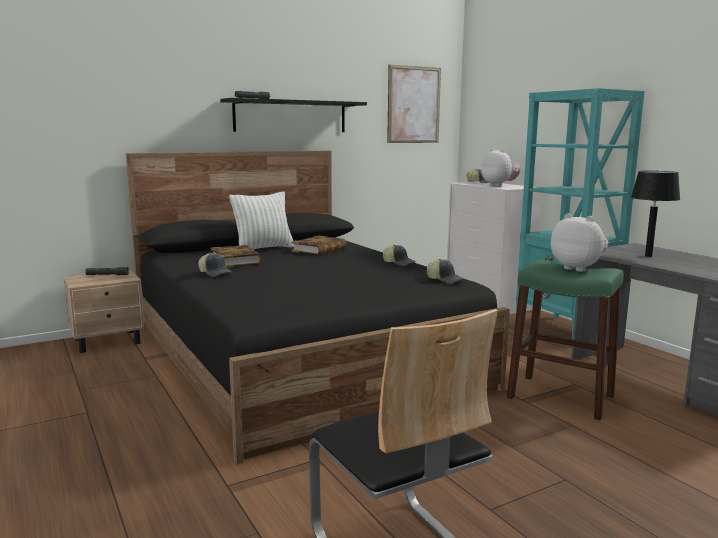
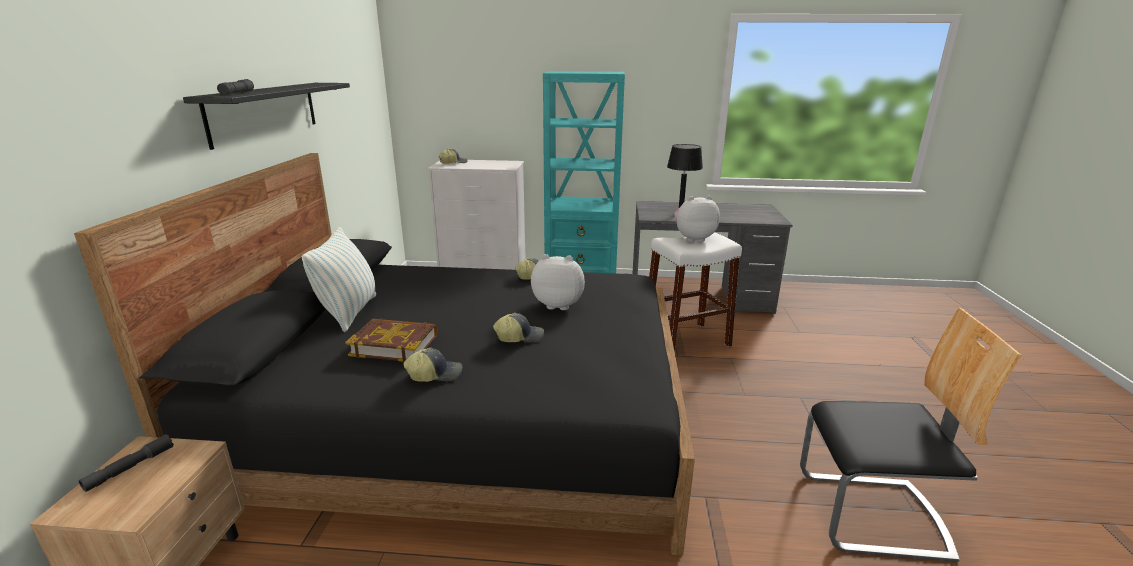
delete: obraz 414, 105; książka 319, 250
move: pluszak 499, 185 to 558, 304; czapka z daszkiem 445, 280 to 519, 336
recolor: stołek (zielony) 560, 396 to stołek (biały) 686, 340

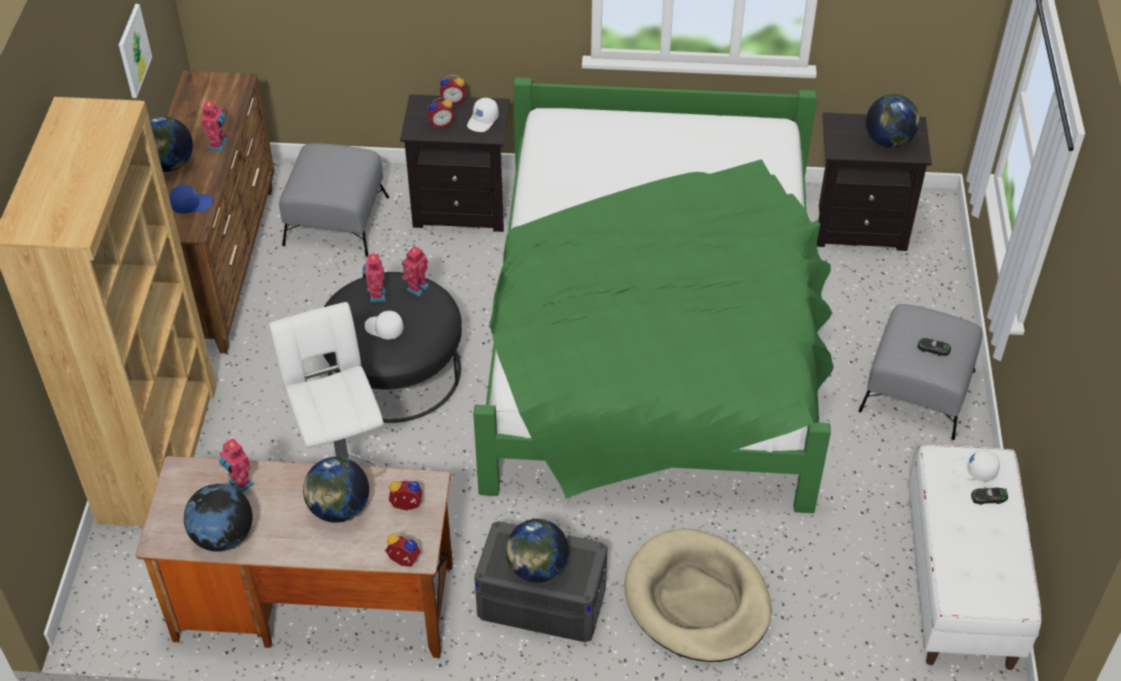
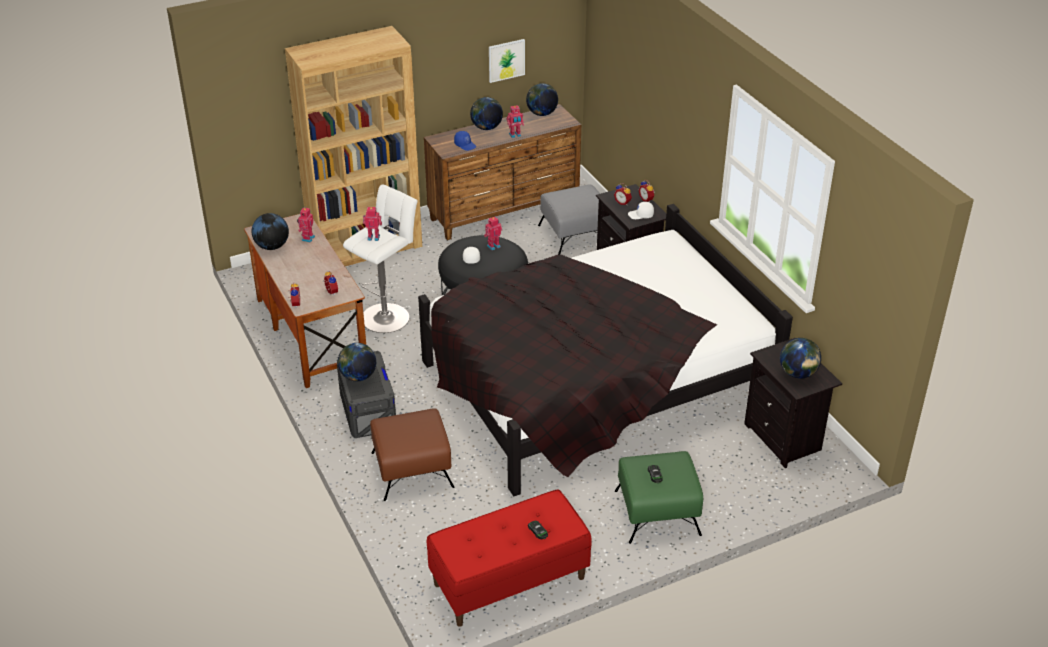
delete: czapka z daszkiem (biały) 974, 470
move: robot zabawkowy 416, 287 to 373, 237; globus 339, 509 to 542, 114
replace: legowisko (beżowy) 697, 600 to pufa (brązowy) 411, 469
recolor: łóżko (zielony) 654, 339 to łóżko (czarny) 596, 383; pufa (szary) 916, 391 to pufa (zielony) 656, 512; ławka (biały) 961, 583 to ławka (czerwony) 509, 581

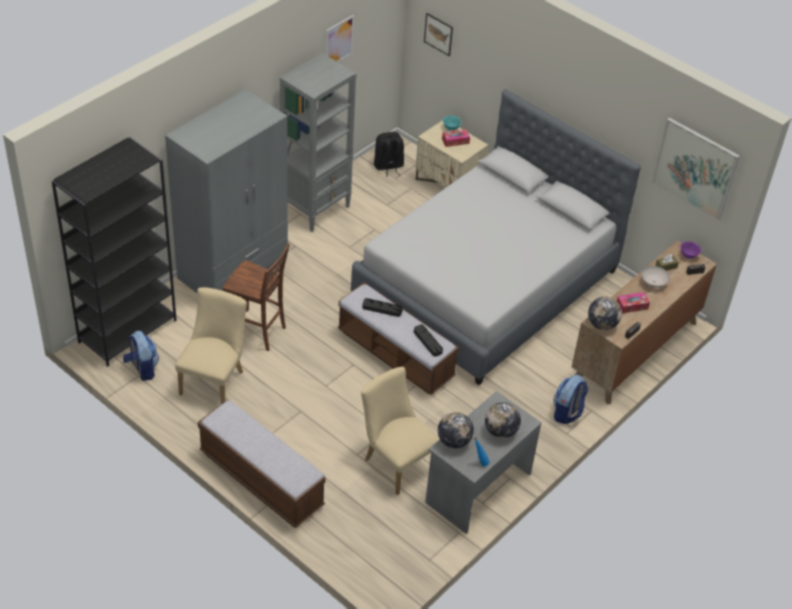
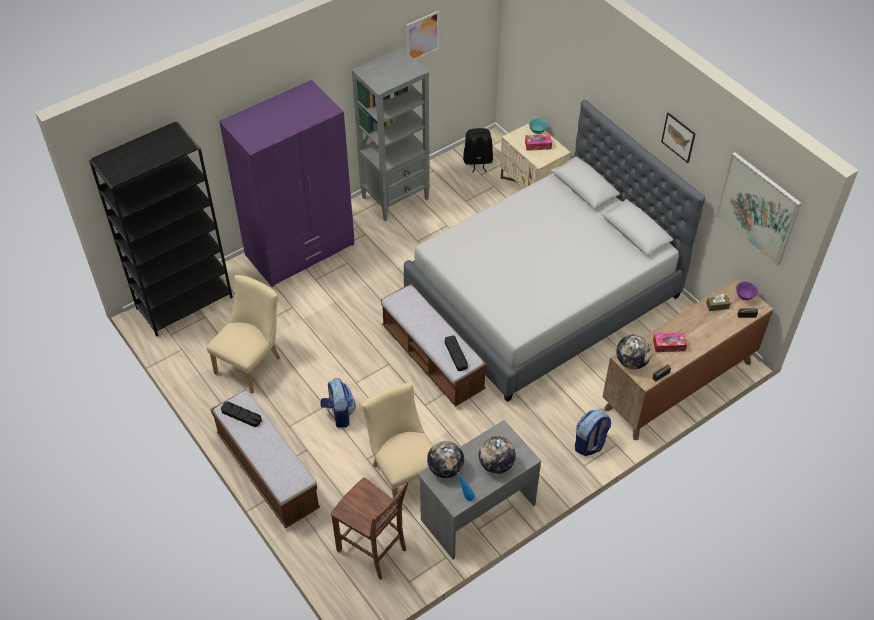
delete: miska (biały) 653, 283
move: obraz 438, 34 to 678, 137; krzesło (brązowy) 257, 331 to 373, 550; taca (czarny) 382, 309 to 241, 415; plecak 142, 369 to 339, 414
recolor: szafa (szary) 233, 268 to szafa (fioletowy) 300, 250

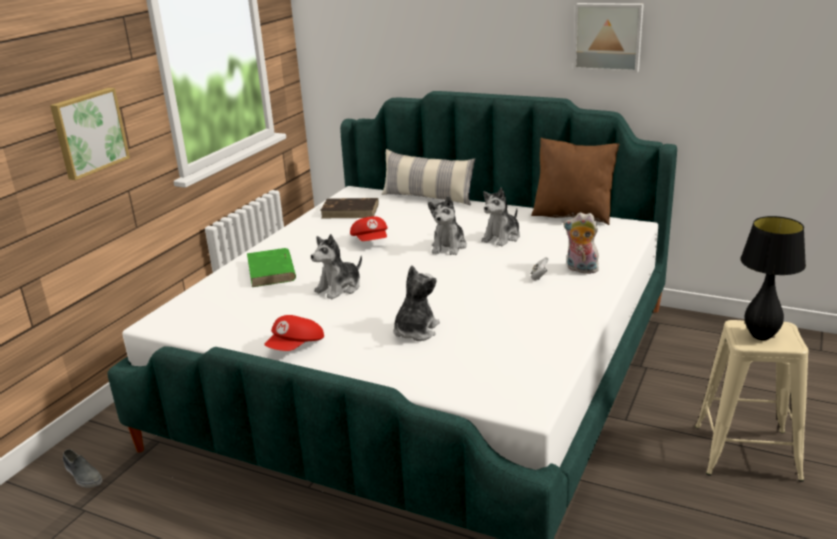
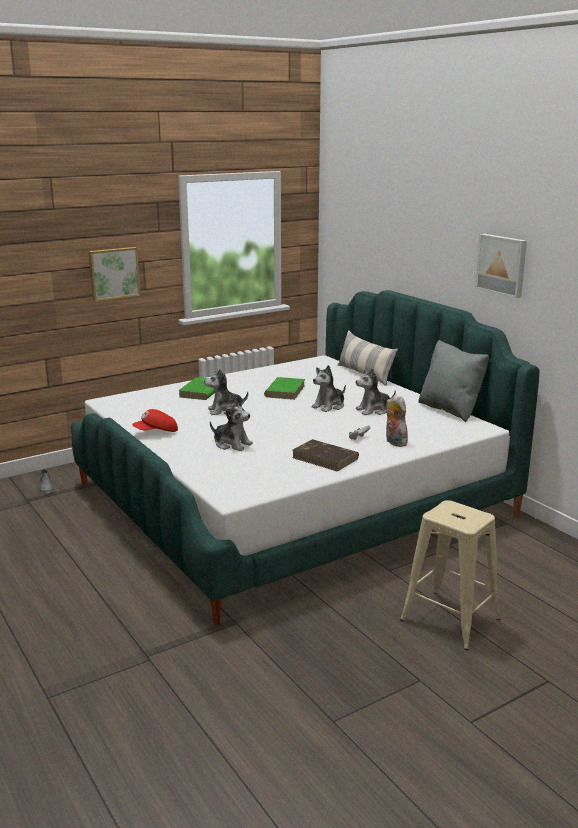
delete: lampa stołowa (czarny) 760, 336
move: książka (brązowy) 350, 211 to 325, 458
replace: czapka z daszkiem (czerwony) 371, 241 to książka (zielony) 285, 391
recolor: poduszka (brązowy) 573, 215 to poduszka (szary) 450, 410
rotate: pluszak 415, 331 = 232, 444 60 degrees clockwise

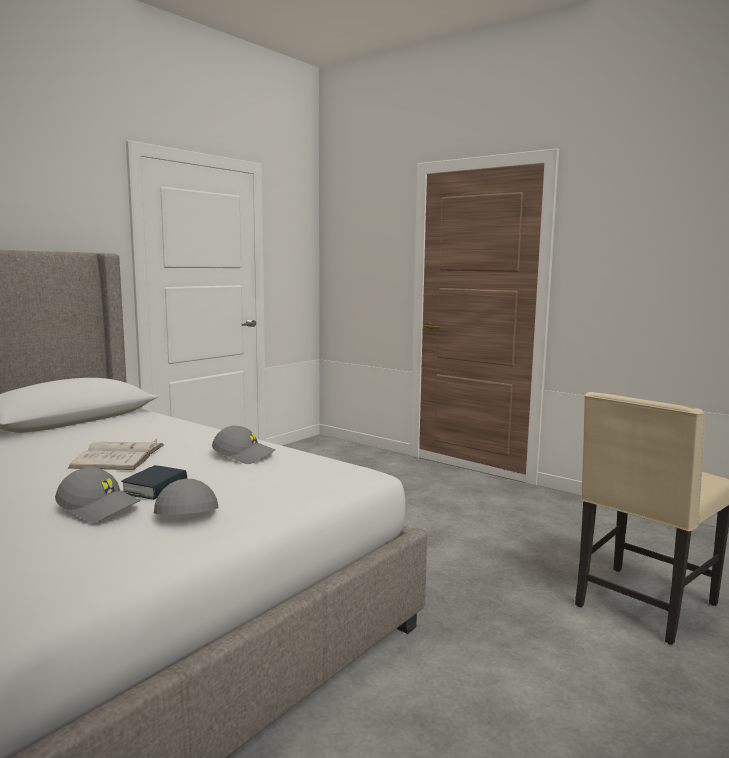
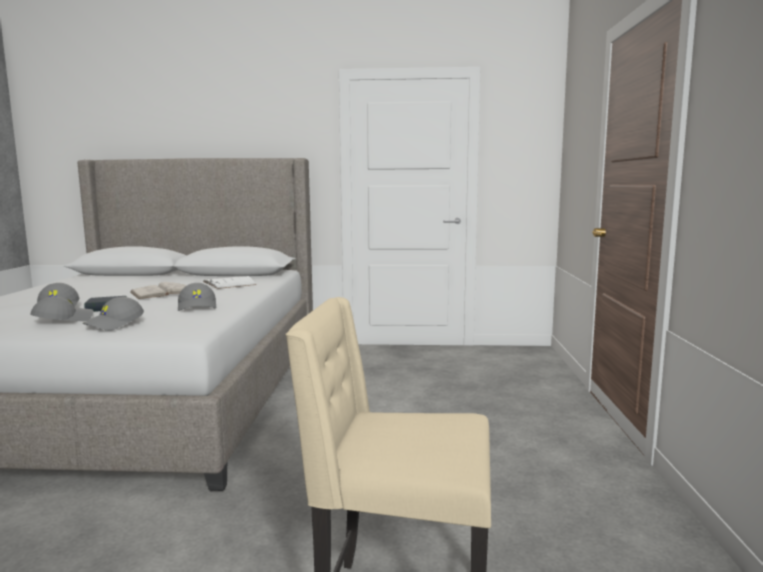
insert: książka (biały) 229, 283; czapka z daszkiem (szary) 114, 324

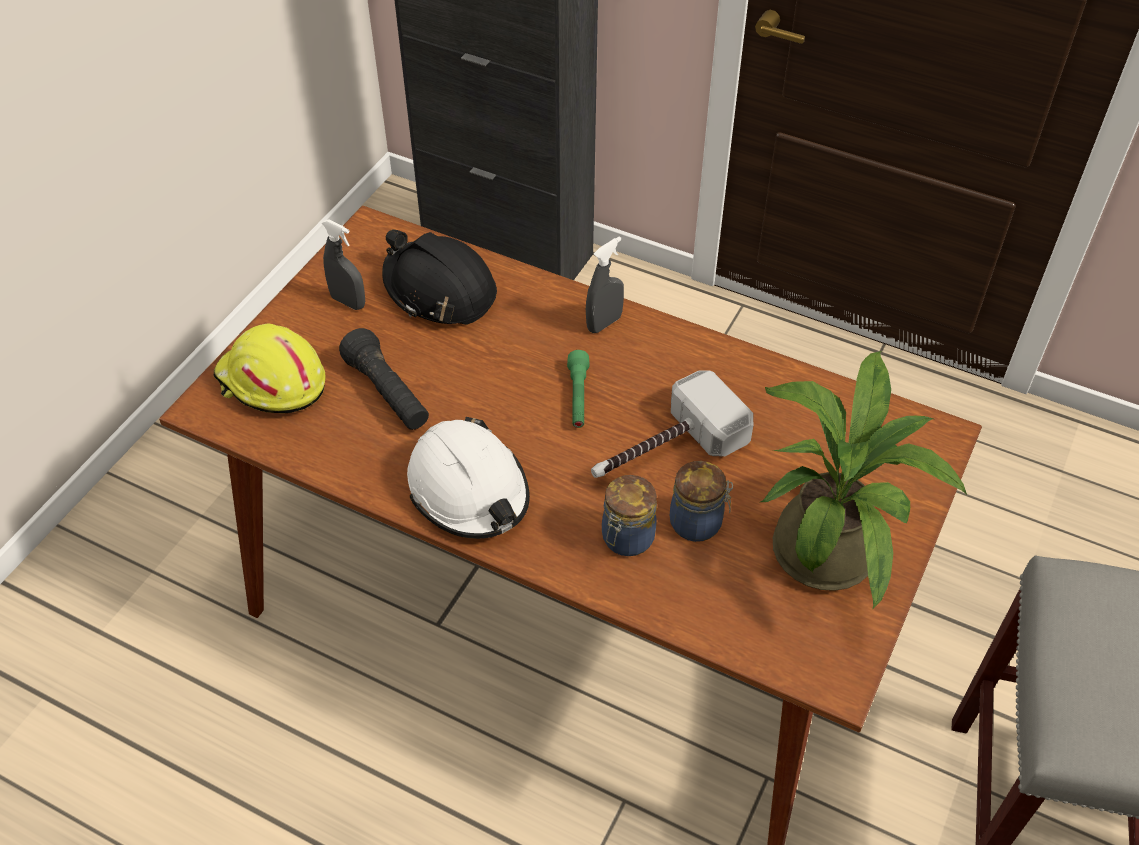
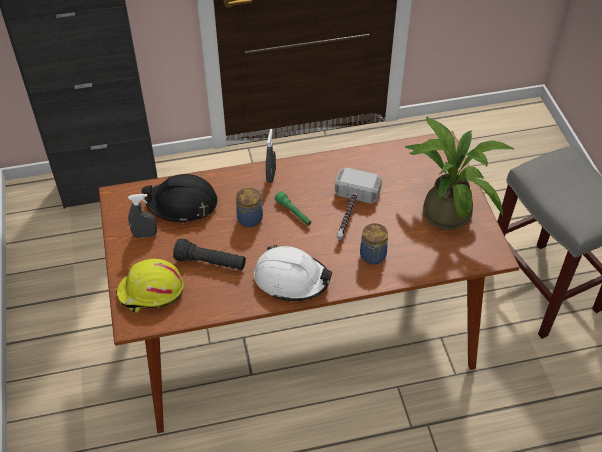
move: słoik 698, 523 to 251, 218

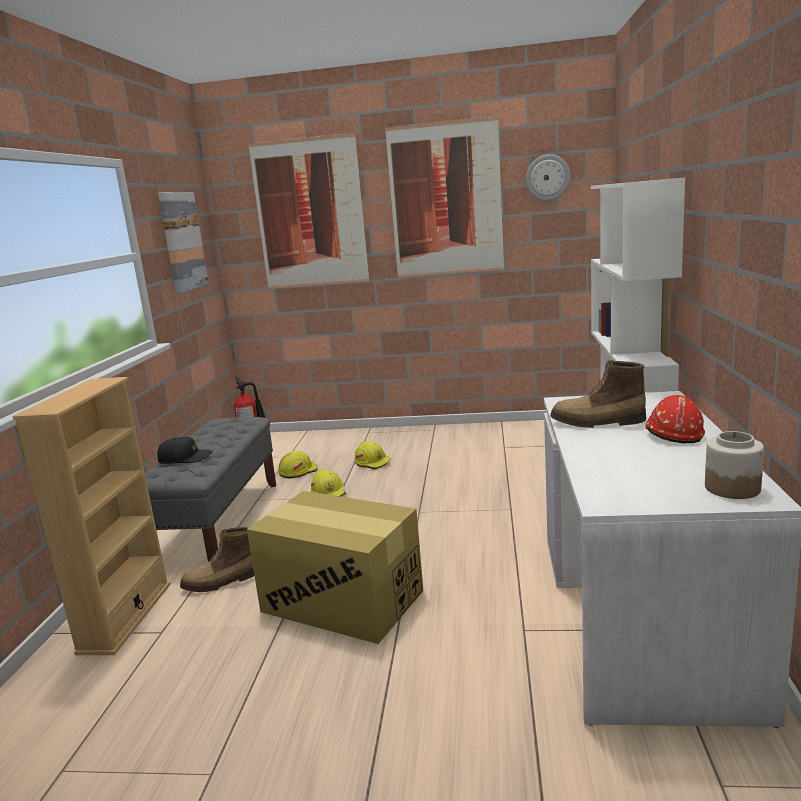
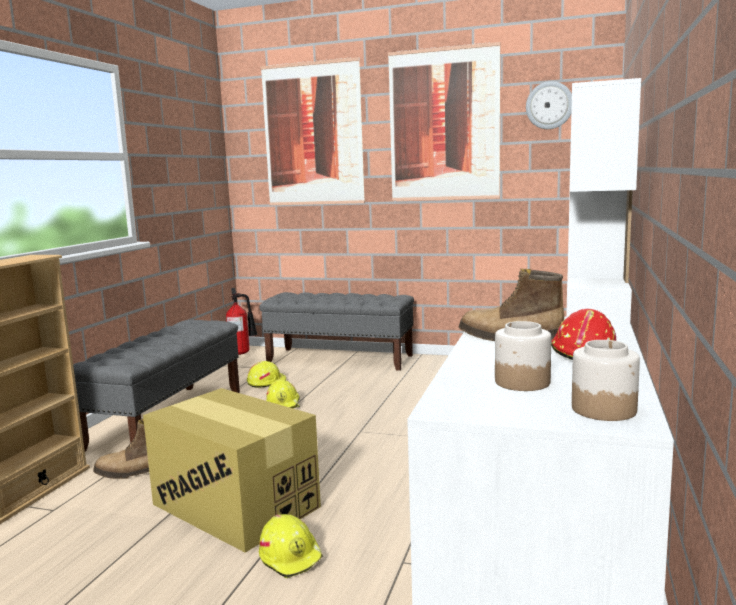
delete: obraz 182, 241; czapka z daszkiem (czarny) 185, 458
insert: ławka (szary) 340, 359; słoik 521, 382
move: kask (żółty) 373, 462 to 291, 556

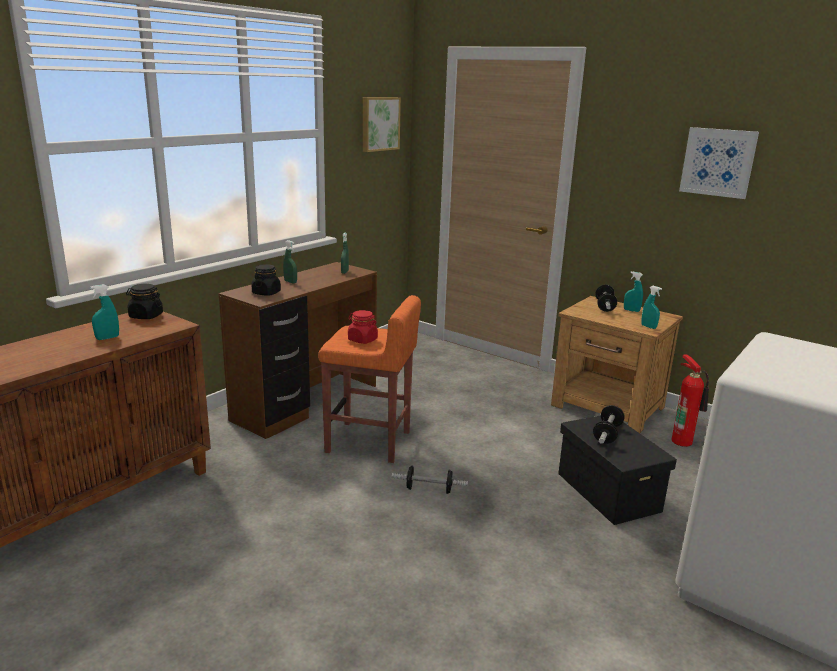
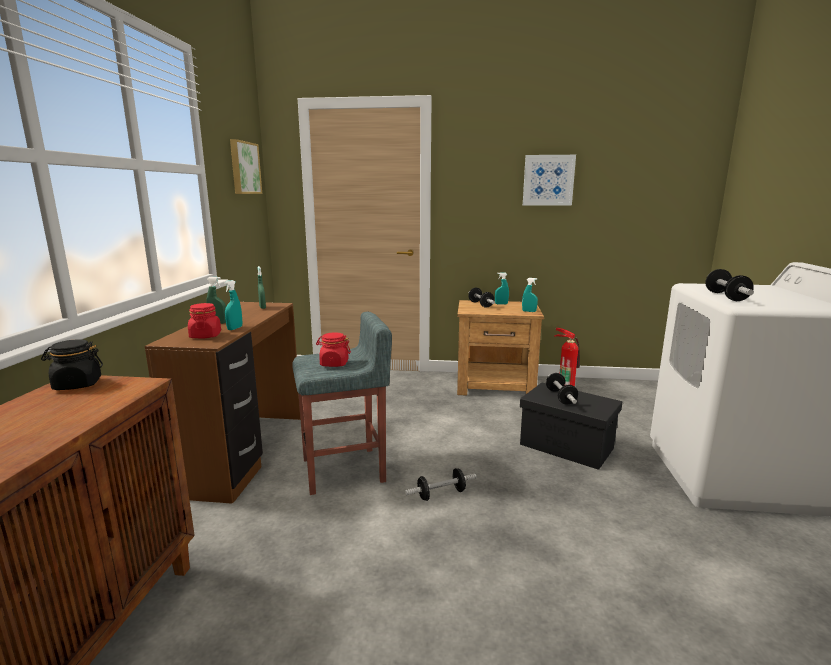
insert: hantel 726, 296
move: spryskiwacz (turkusowy) 107, 338 to 235, 328
recolor: słoik (czarny) 266, 293 to słoik (czerwony) 205, 336; stołek (pomarańczowy) 369, 442 to stołek (szary) 345, 470

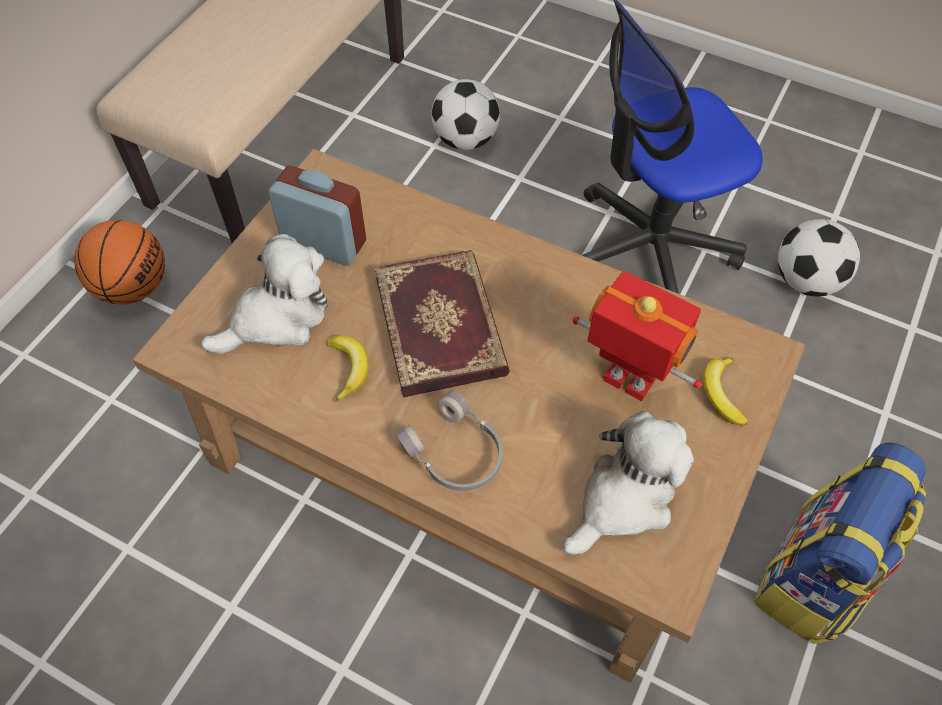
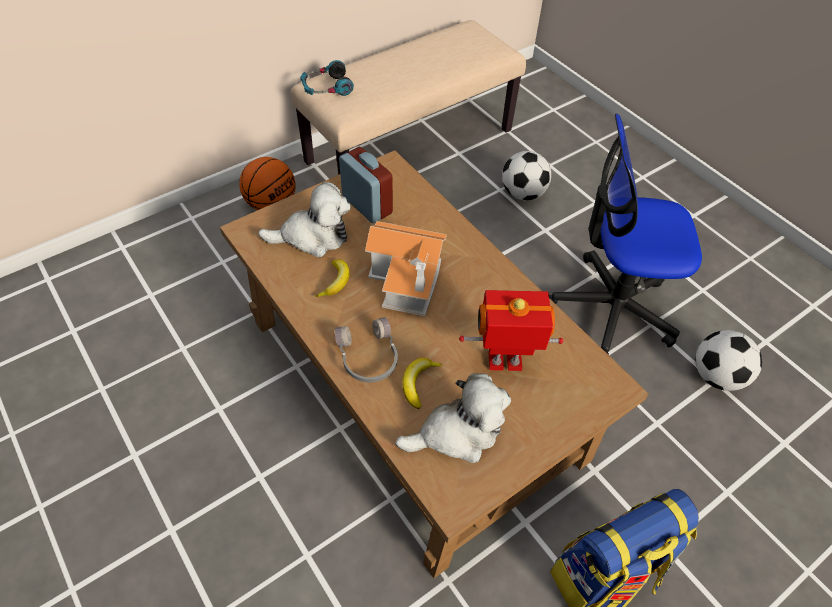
insert: słuchawki 326, 88
move: banan 721, 394 to 418, 383
replace: książka 442, 325 to domek 408, 280
rotate: robot zabawkowy 627, 383 = 505, 363 60 degrees counterclockwise

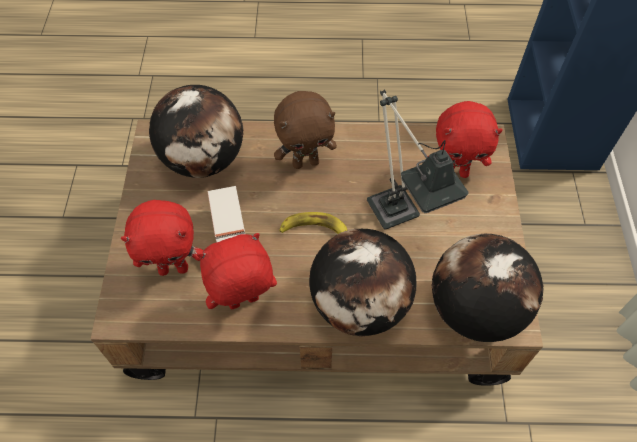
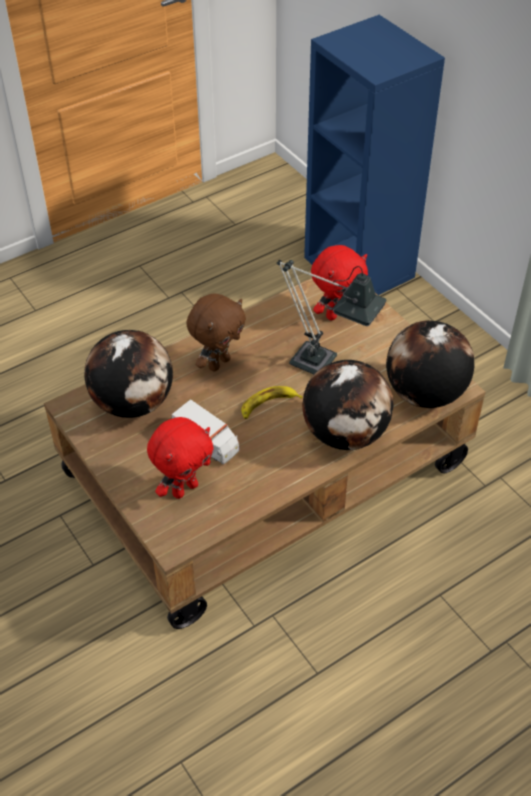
delete: pluszak (czerwony) 243, 303

